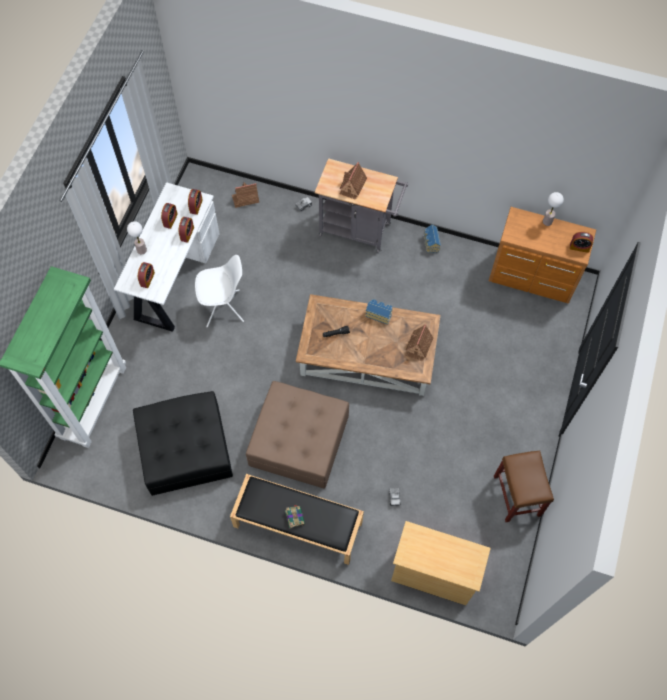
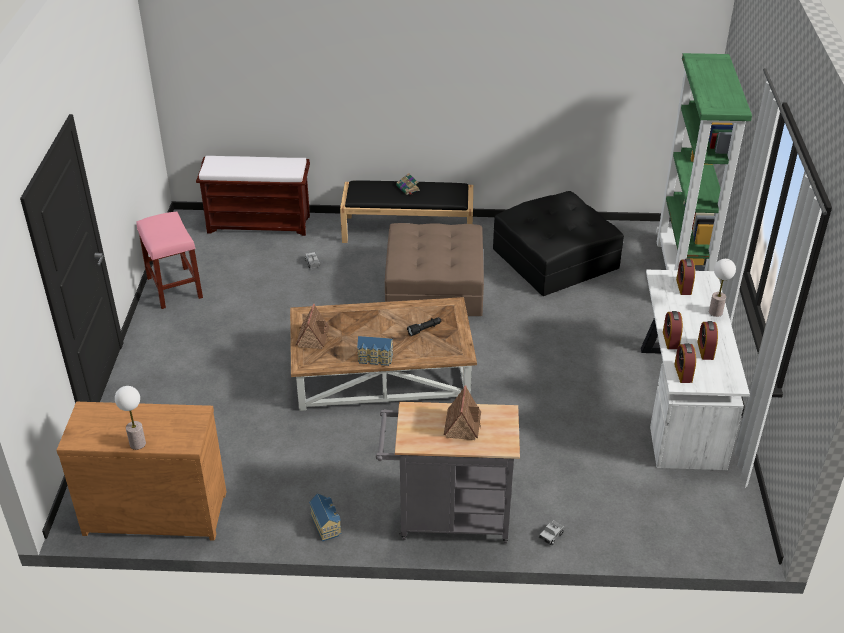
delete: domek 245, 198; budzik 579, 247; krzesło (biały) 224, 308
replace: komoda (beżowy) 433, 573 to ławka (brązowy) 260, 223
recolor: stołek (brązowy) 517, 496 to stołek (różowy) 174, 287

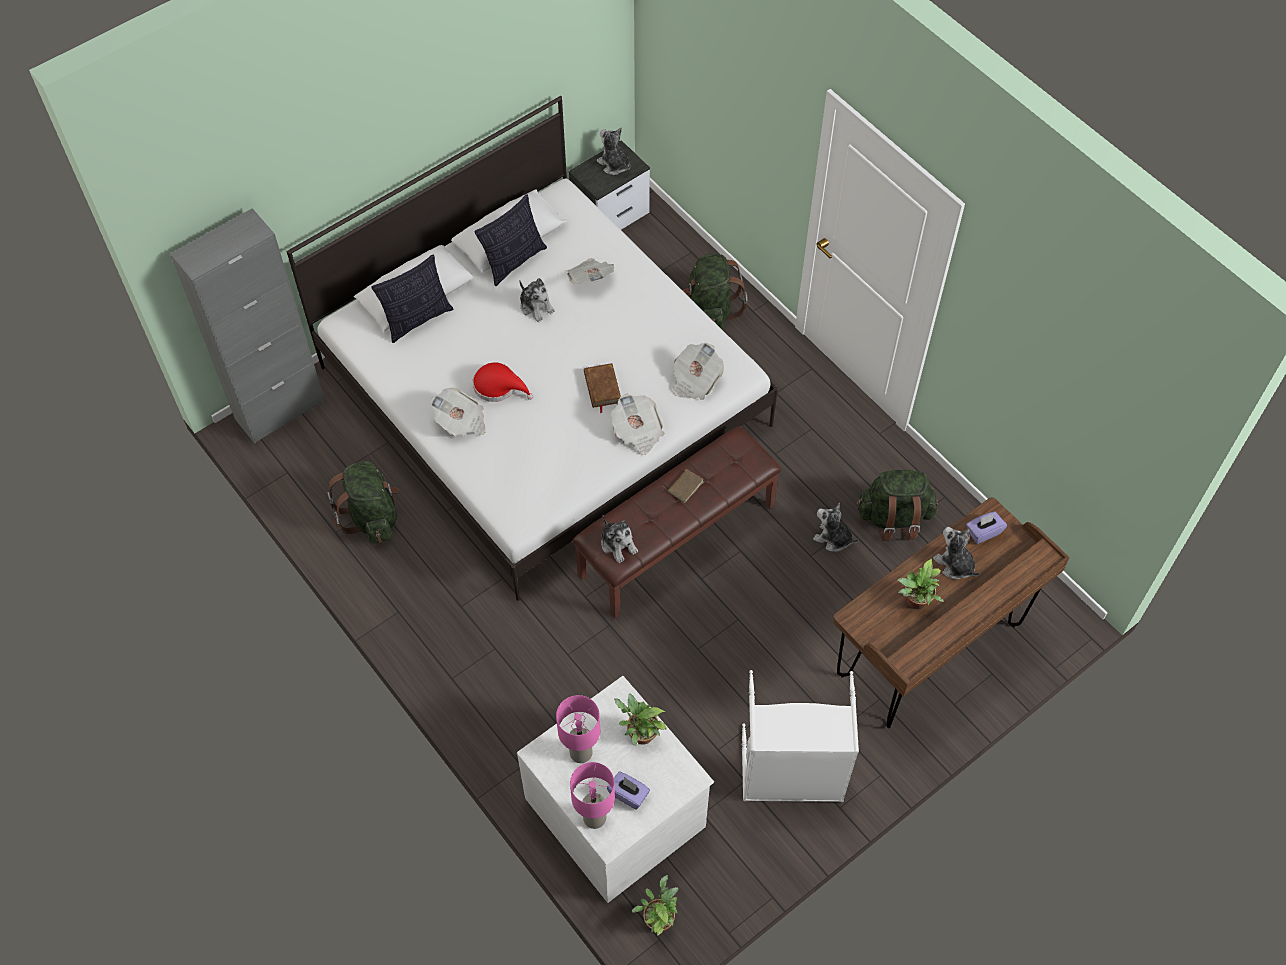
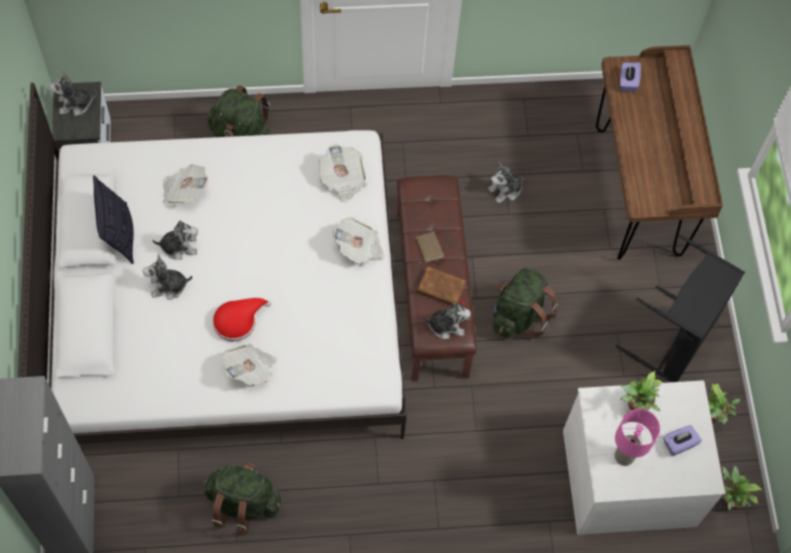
delete: poduszka 417, 319; lampa stołowa (różowy) 594, 817
move: książka (brązowy) 602, 388 to 441, 288; plecak (zielony) 894, 518 to 518, 315; pluszak 954, 564 to 168, 286; roślina doniczkowa 915, 603 to 712, 416
recolor: kosz na pranie (biały) 792, 775 to kosz na pranie (czarny) 675, 341

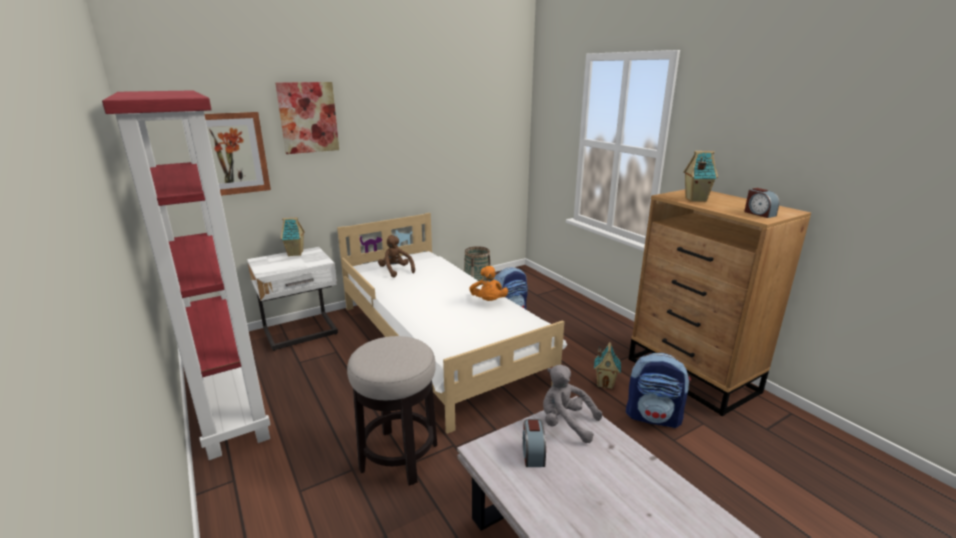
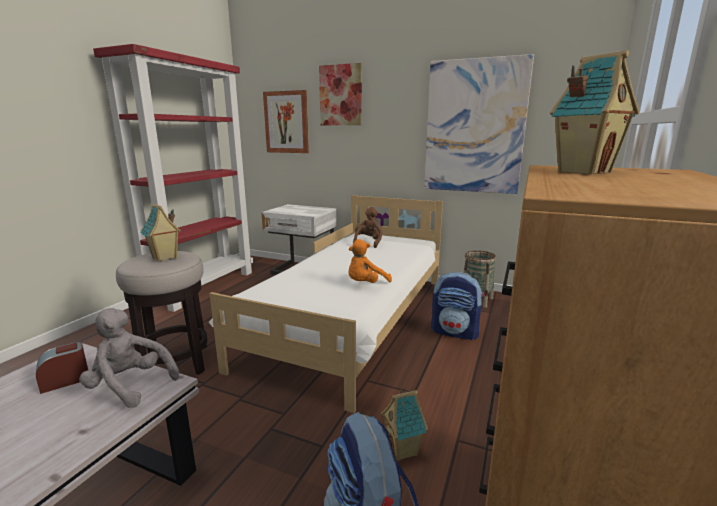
delete: budzik 759, 214
insert: obraz 474, 127
move: domek 296, 254 to 164, 258
rotate: pluszak (szary) 566, 423 = 130, 386 60 degrees counterclockwise

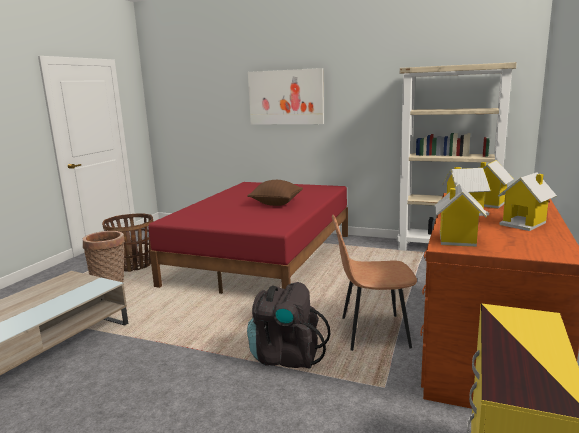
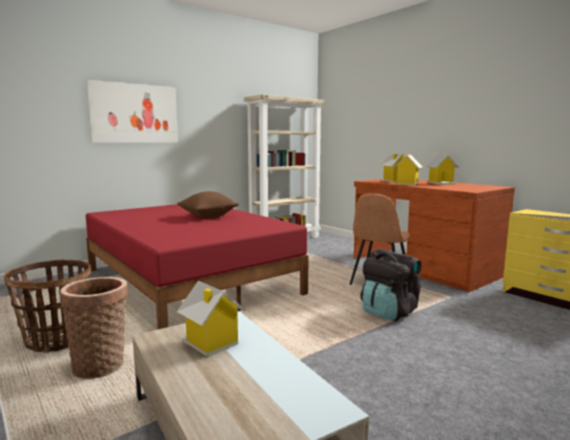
move: domek 456, 240 to 211, 343

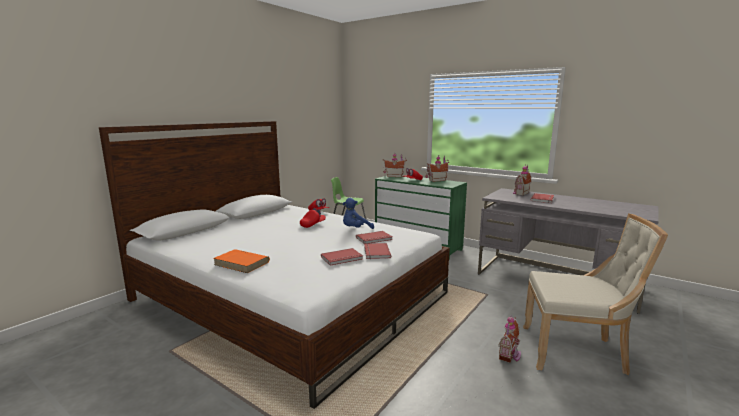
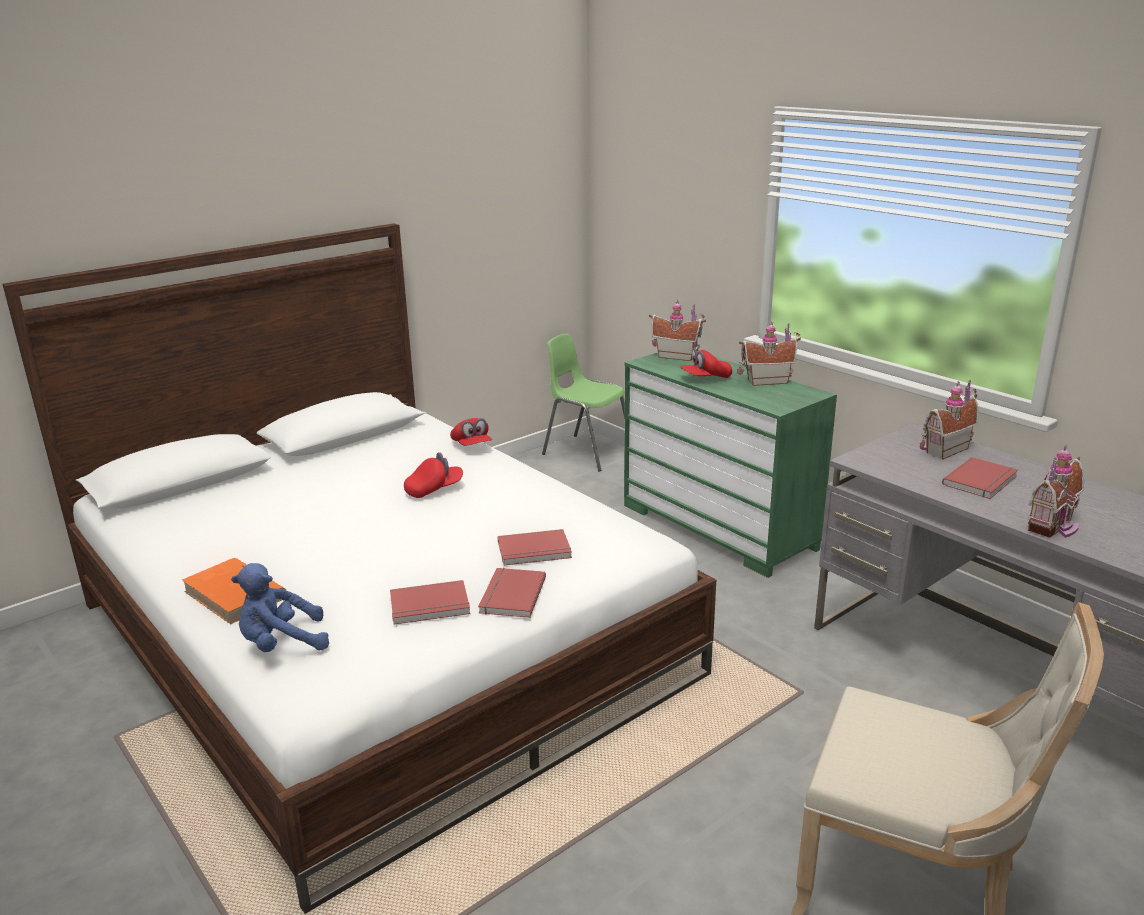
move: pluszak (niebieski) 355, 229 to 281, 644; domek 510, 355 to 1055, 527

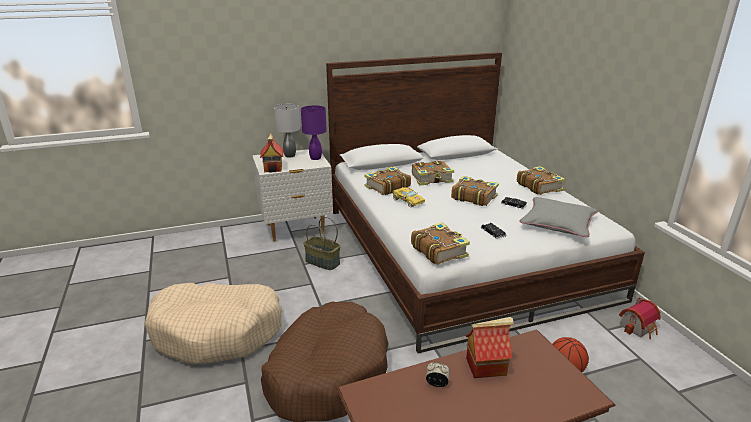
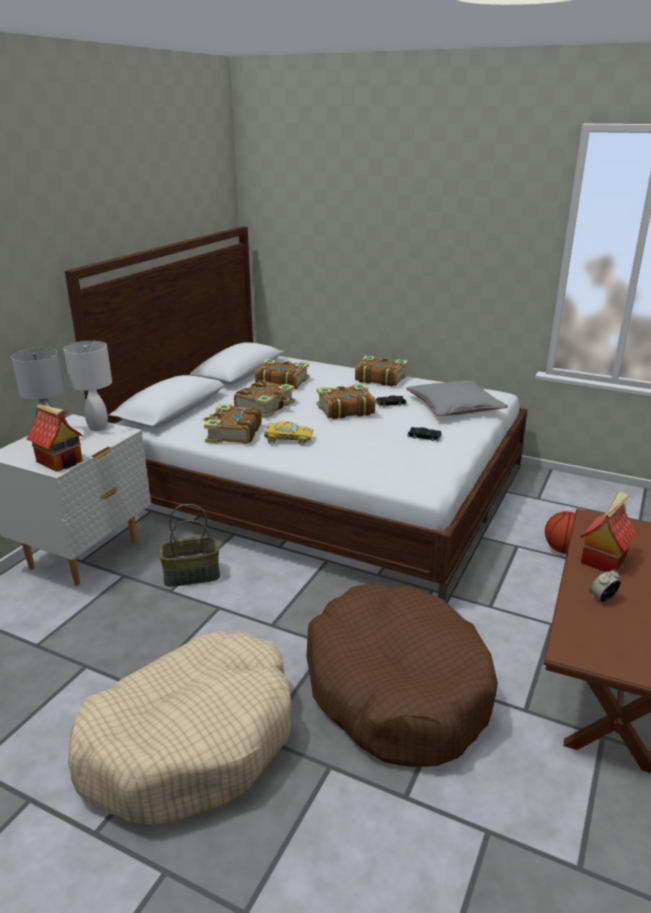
delete: domek 639, 327
move: książka 439, 250 to 281, 382
recolor: lampa stołowa (fioletowy) 316, 158 to lampa stołowa (biały) 98, 427

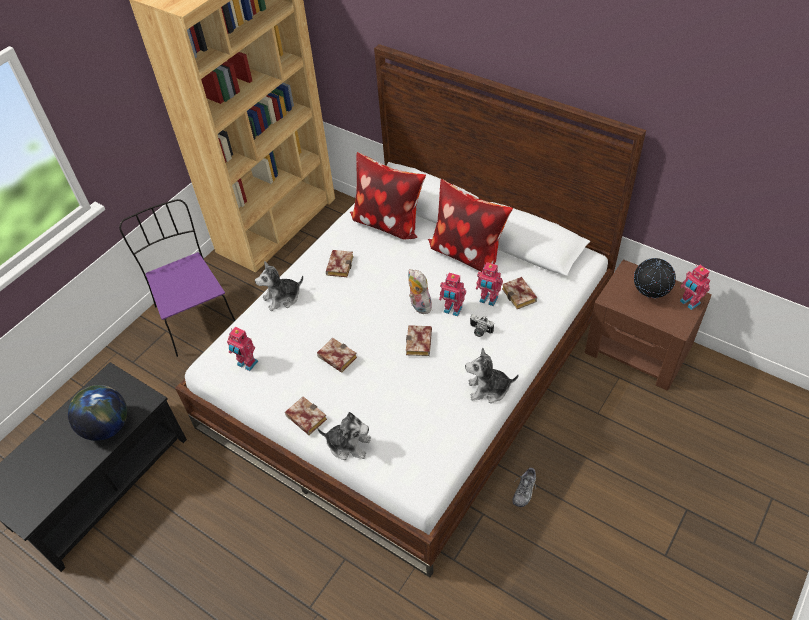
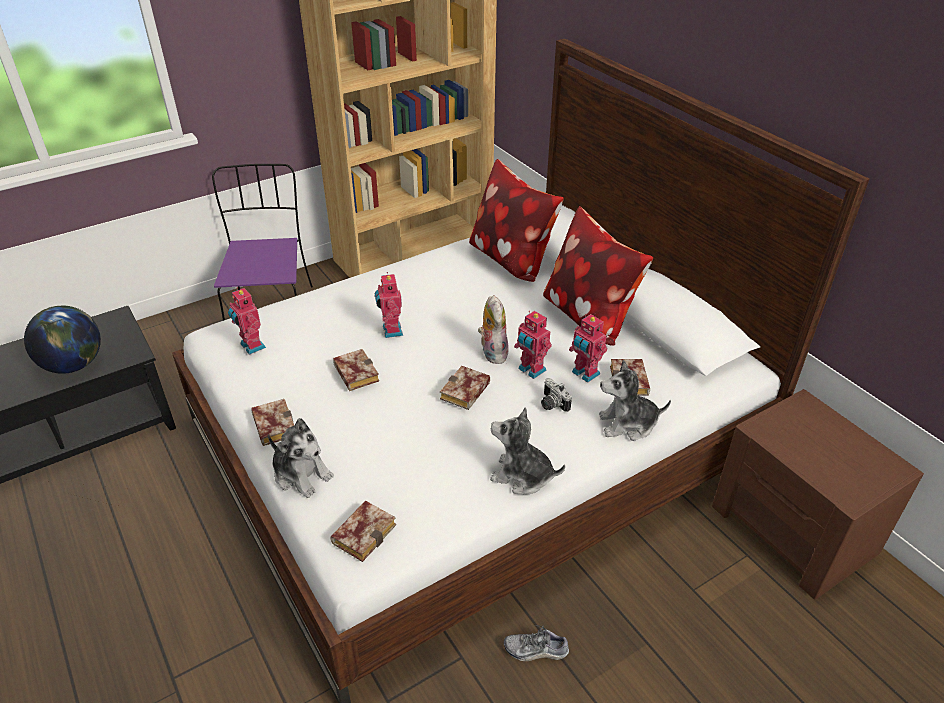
delete: globus 649, 295
move: książka 339, 265 to 364, 532; pluszak 282, 298 to 628, 424; robot zabawkowy 689, 303 to 391, 331
rotate: but 524, 490 = 536, 650 45 degrees clockwise

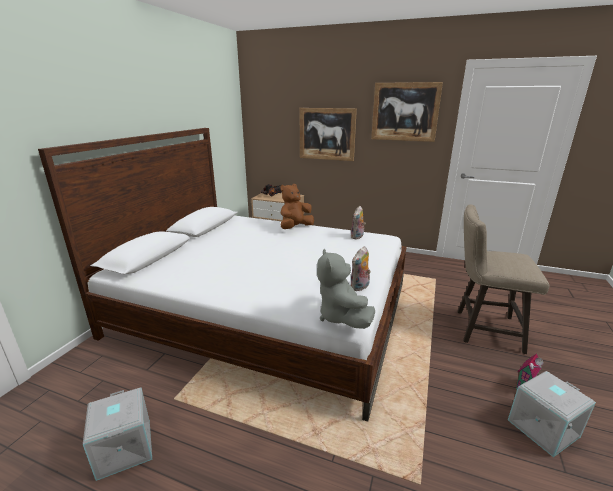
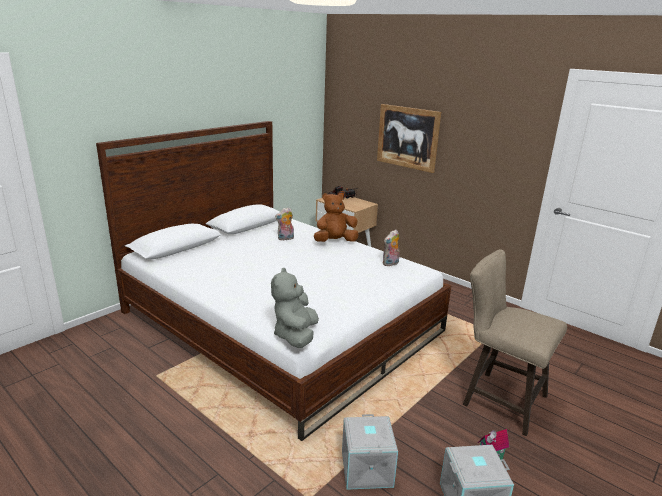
delete: obraz 405, 112
move: pluszak 360, 287 to 285, 239; pojemnik do przechowywania (szary) 123, 448 to 365, 469

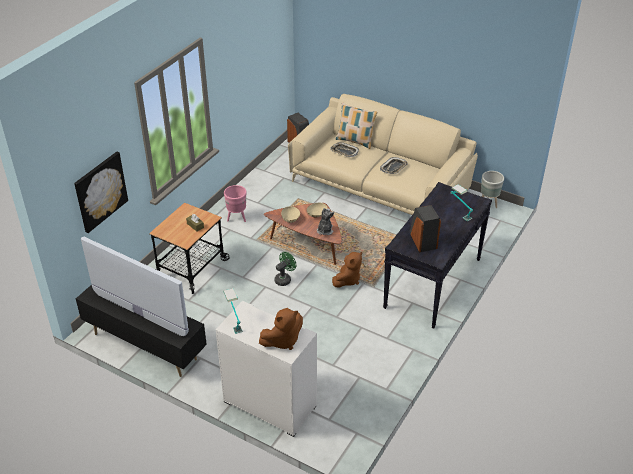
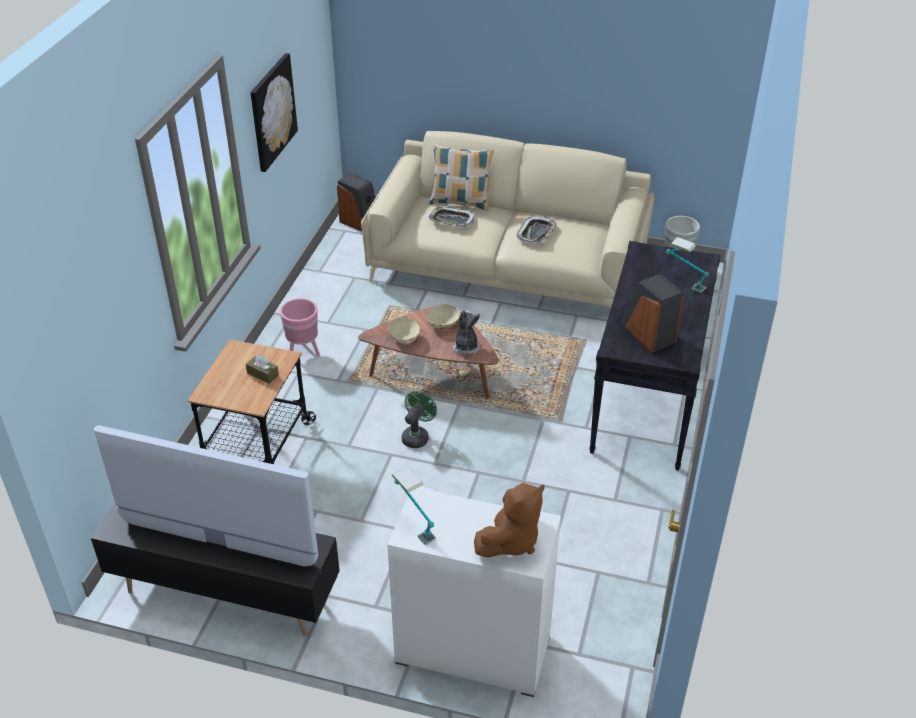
delete: pluszak (brązowy) 347, 280
move: obraz 100, 191 to 272, 112

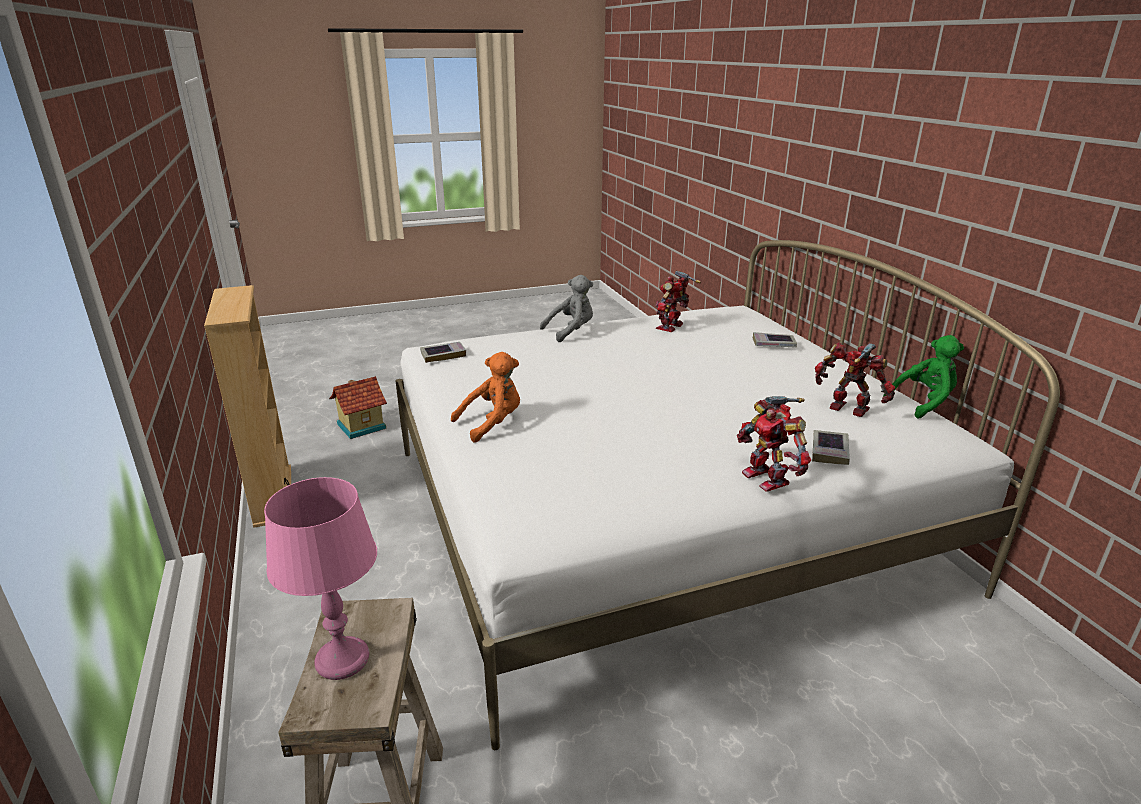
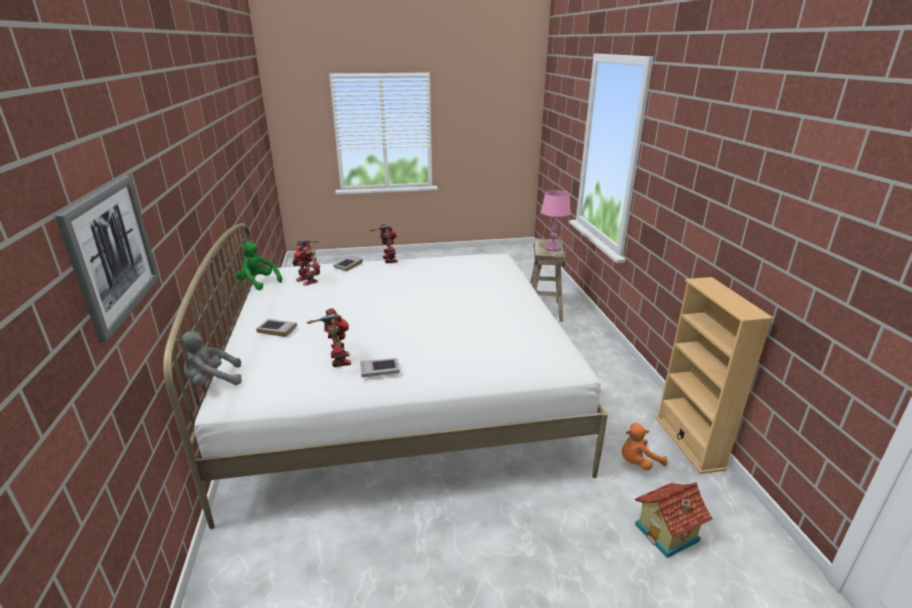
insert: obraz 112, 253
move: pluszak (szary) 571, 331 to 212, 381; książka 443, 355 to 379, 371; pluszak (pomarańczowy) 492, 423 to 638, 462
rotate: robot zabawkowy 671, 327 = 338, 360 60 degrees counterclockwise; pluszak (zielony) 923, 403 = 258, 283 45 degrees clockwise

